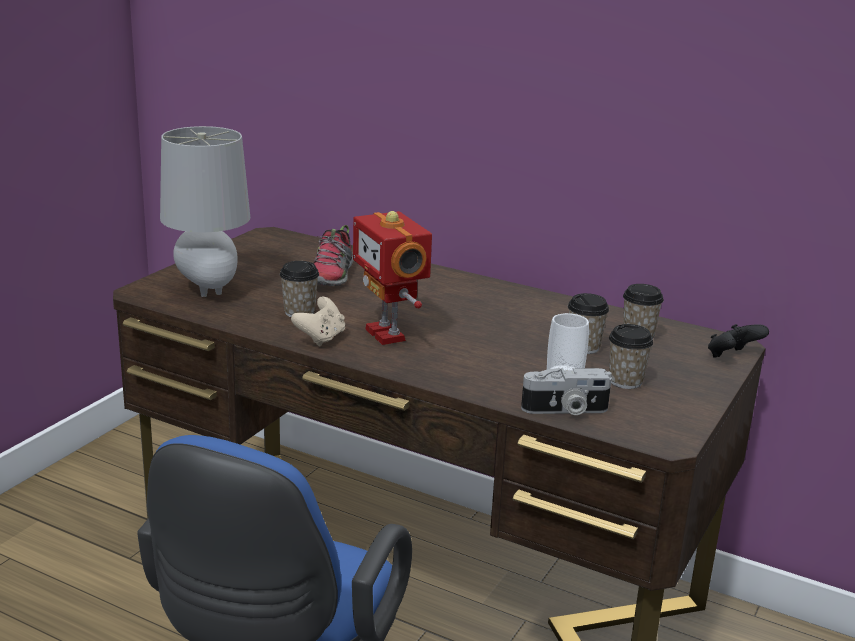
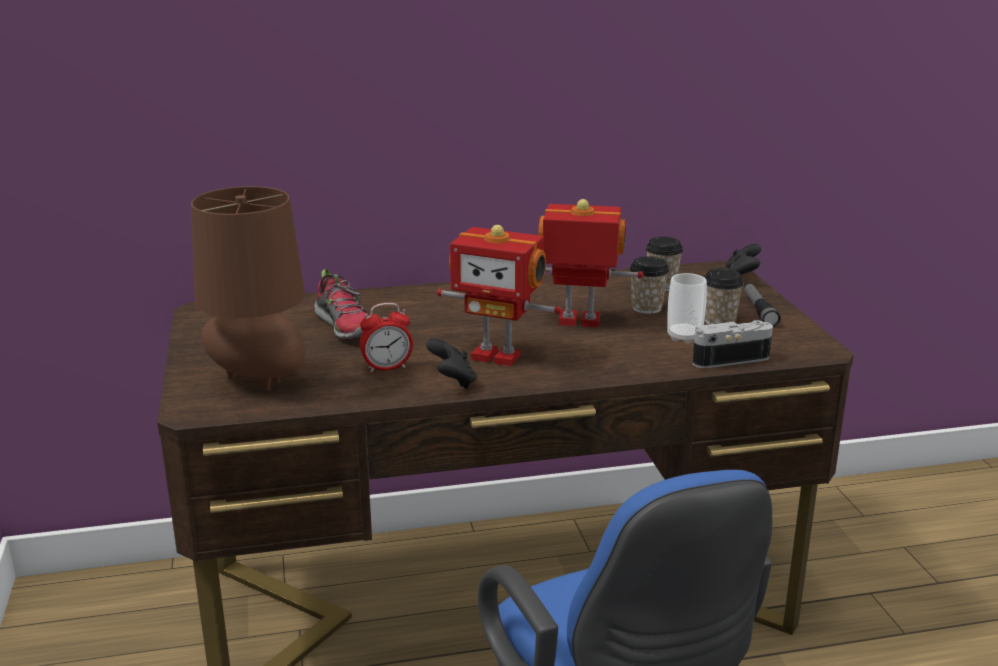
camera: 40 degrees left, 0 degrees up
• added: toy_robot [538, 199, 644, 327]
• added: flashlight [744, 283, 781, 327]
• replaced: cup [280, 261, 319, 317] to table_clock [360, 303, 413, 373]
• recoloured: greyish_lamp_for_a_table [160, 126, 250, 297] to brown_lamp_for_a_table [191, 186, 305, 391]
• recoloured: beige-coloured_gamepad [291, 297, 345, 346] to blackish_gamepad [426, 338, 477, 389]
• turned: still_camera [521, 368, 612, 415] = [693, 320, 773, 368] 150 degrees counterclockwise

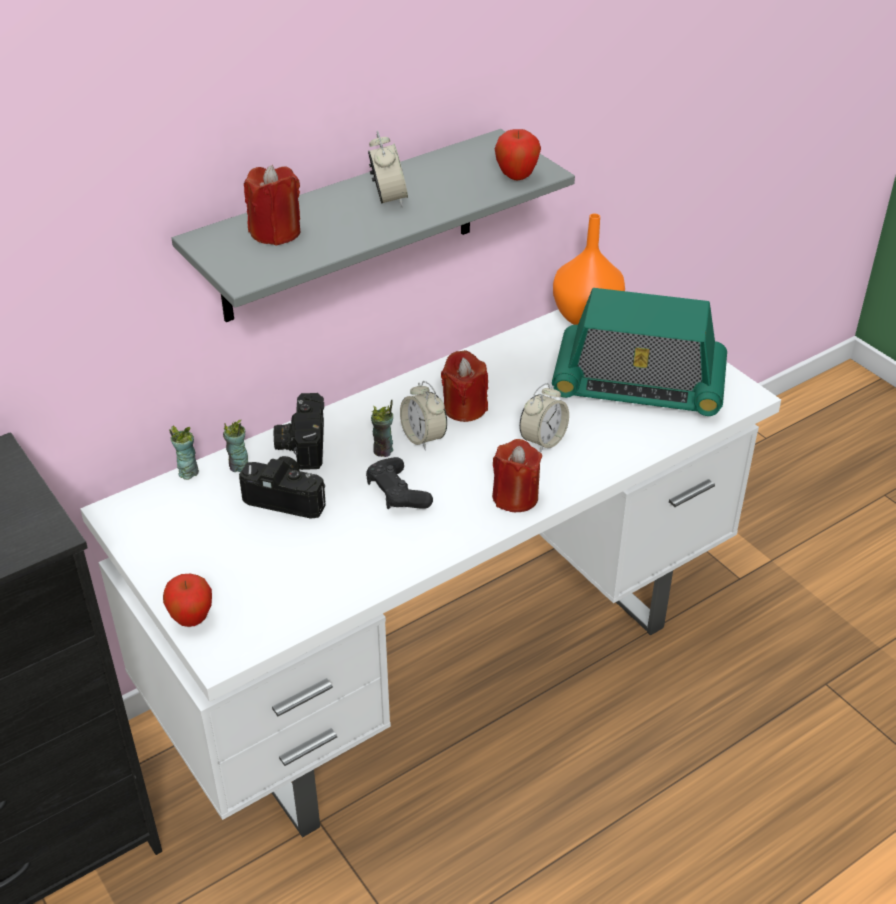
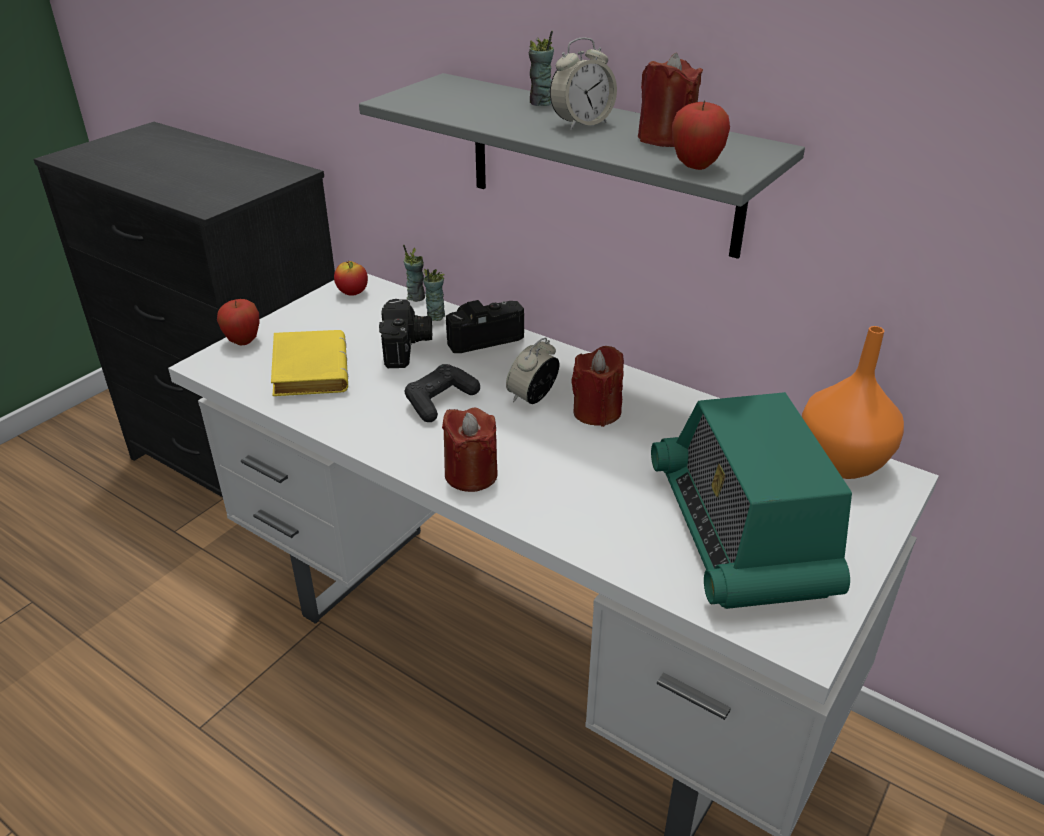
camera: 70 degrees right, 5 degrees down
• removed: table_clock [519, 383, 569, 453]
• added: yellow-coloured_bound_book [271, 330, 348, 396]
• added: apple [334, 261, 368, 296]
• moved: red-coloured_wax_light [244, 165, 300, 246] to [638, 53, 703, 147]
• moved: cup [371, 399, 393, 457] to [529, 31, 554, 106]

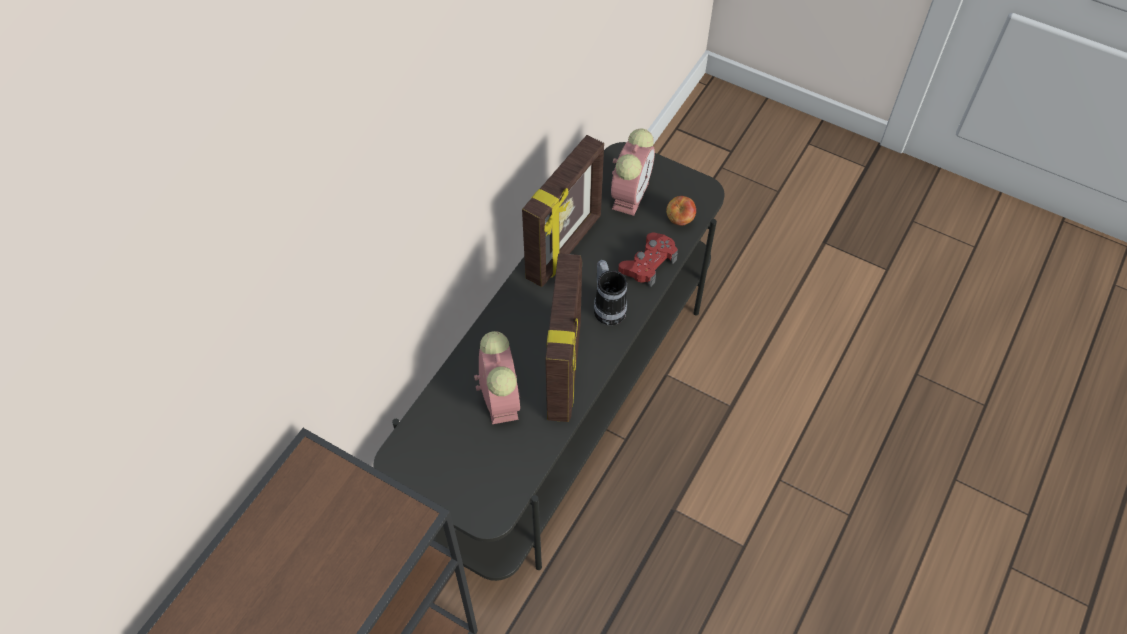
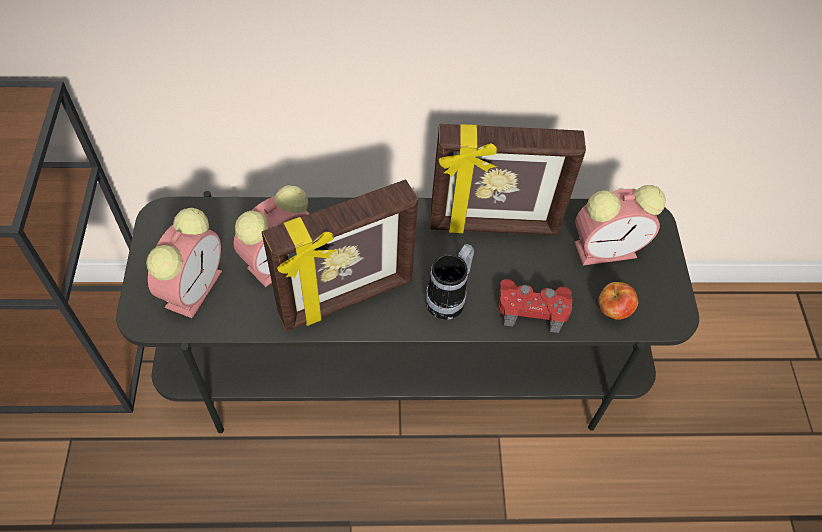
camera: 55 degrees right, 0 degrees up
• added: table_clock [146, 208, 222, 318]

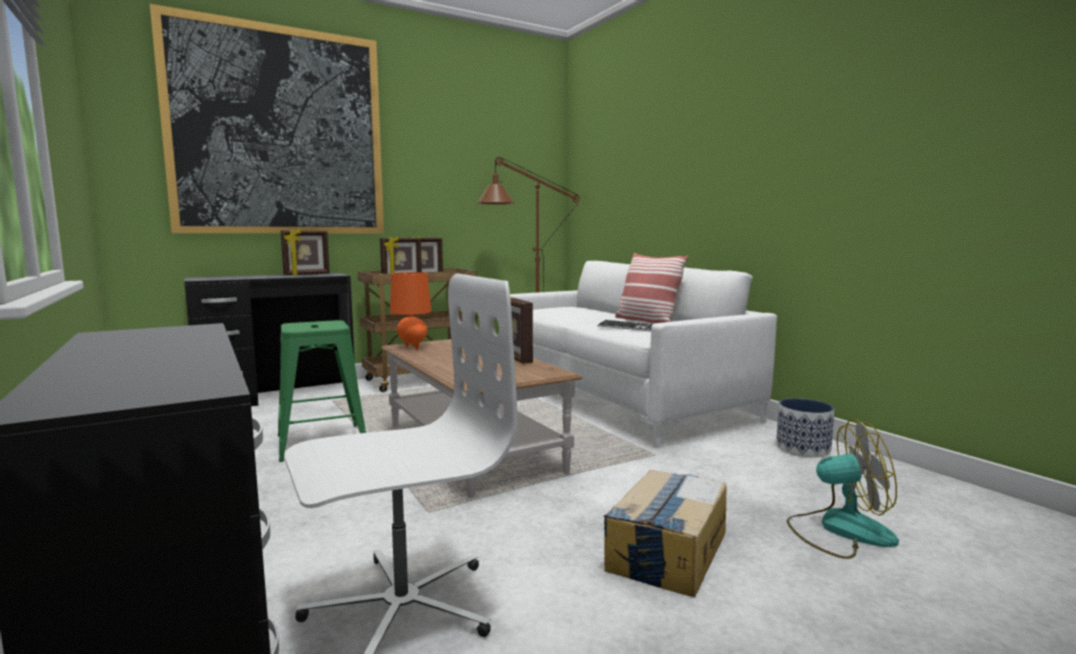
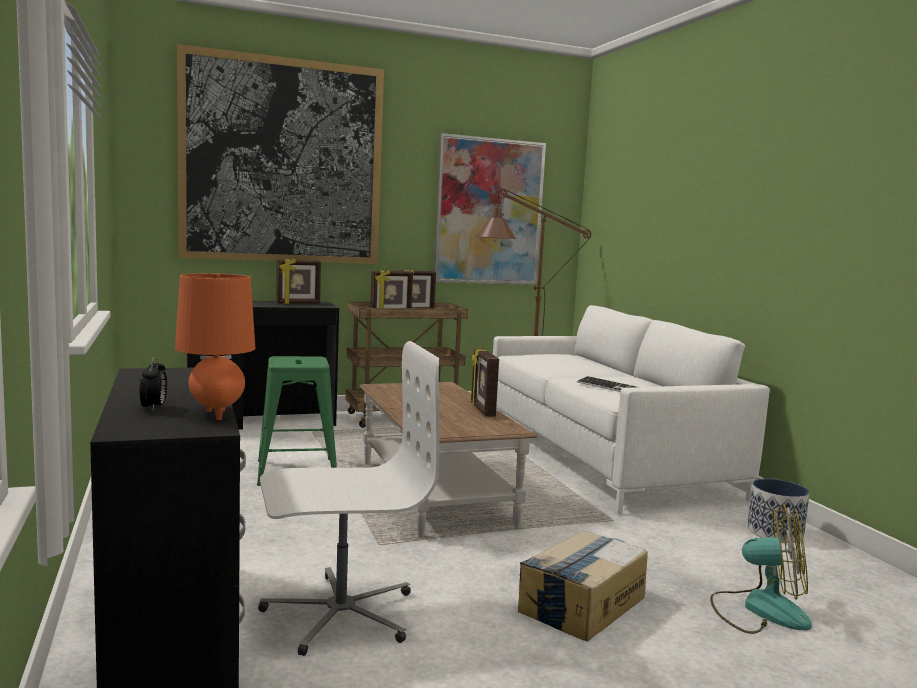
camera: 10 degrees right, 0 degrees up
• removed: cushion [615, 253, 688, 324]
• added: table_clock [140, 357, 167, 410]
• added: wall_picture [434, 133, 546, 285]
• moved: orange-coloured_lamp_for_a_table [390, 272, 432, 350] to [175, 273, 255, 420]

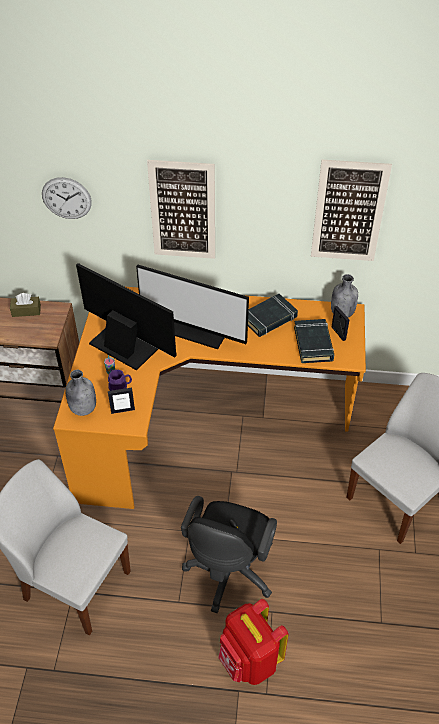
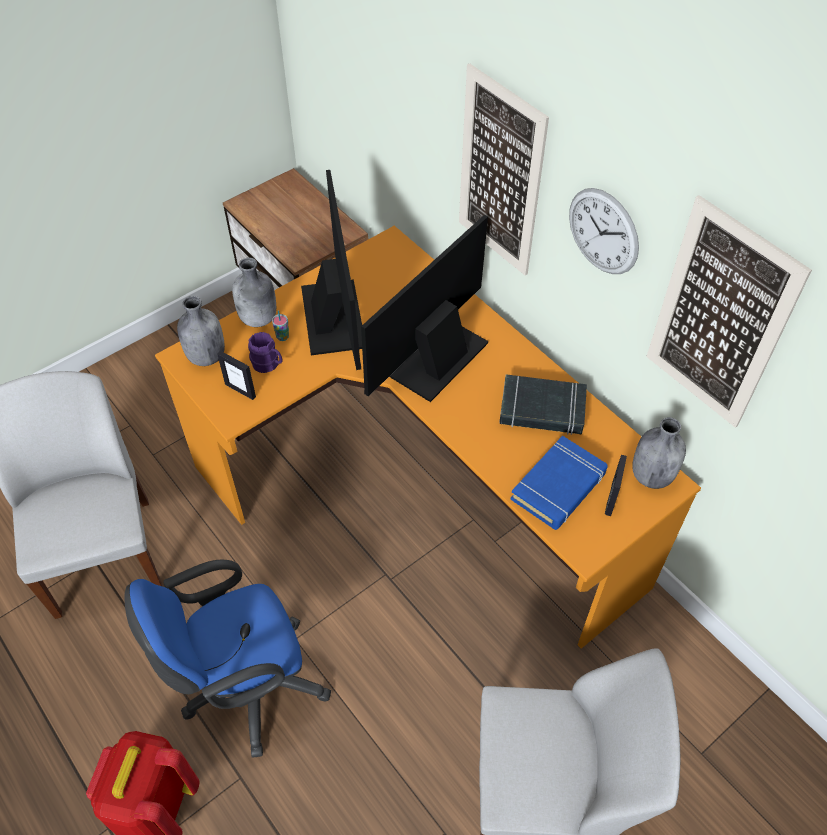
camera: 45 degrees right, 5 degrees up
• removed: brown_tissue_holder [10, 293, 41, 317]
• added: greyish_drink_bottle [232, 257, 276, 327]
• moved: wall_clock [42, 177, 92, 219] to [569, 188, 639, 274]
• recoloured: blackish_desk_chair [181, 496, 277, 613] to bluish_desk_chair [124, 560, 331, 758]
• recoloured: blackish_bound_book [294, 319, 334, 363] to bluish_bound_book [511, 436, 608, 530]
• turned: computer_screen [136, 265, 249, 349] = [361, 215, 488, 402] 60 degrees clockwise

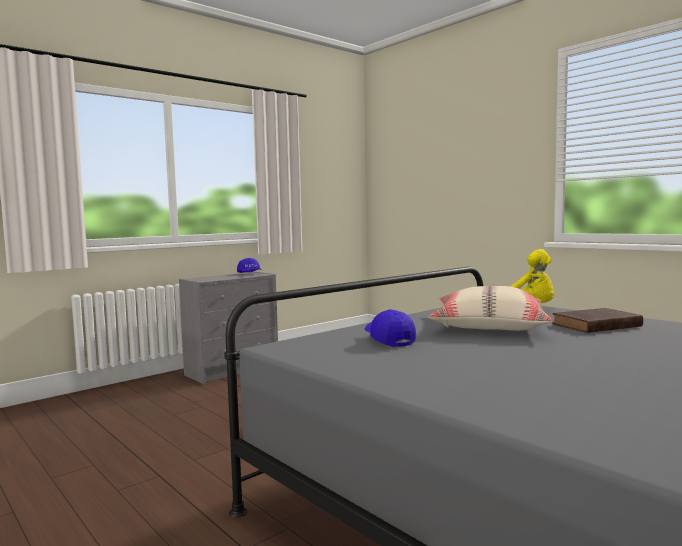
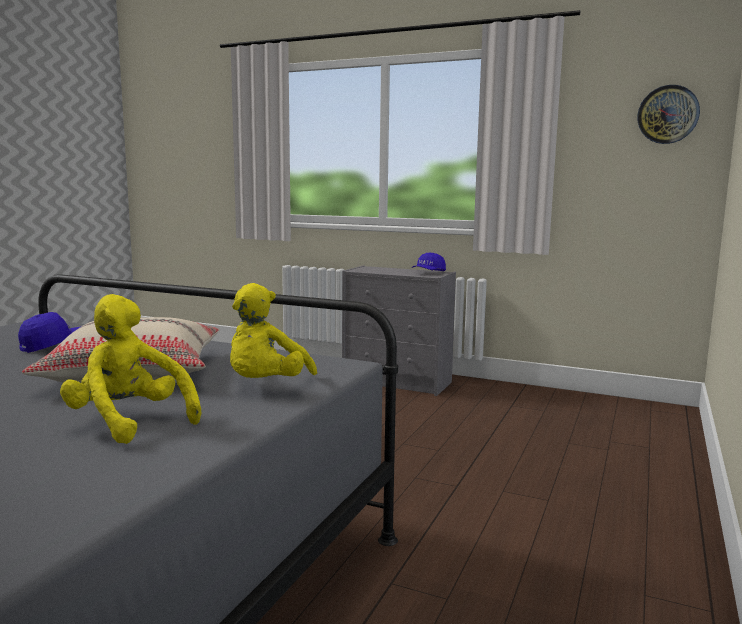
camera: 65 degrees right, 5 degrees up
• added: wall_clock [637, 85, 700, 144]
• replaced: brown_bound_book [552, 308, 643, 333] to yellow-coloured_soft_toy [60, 294, 201, 444]

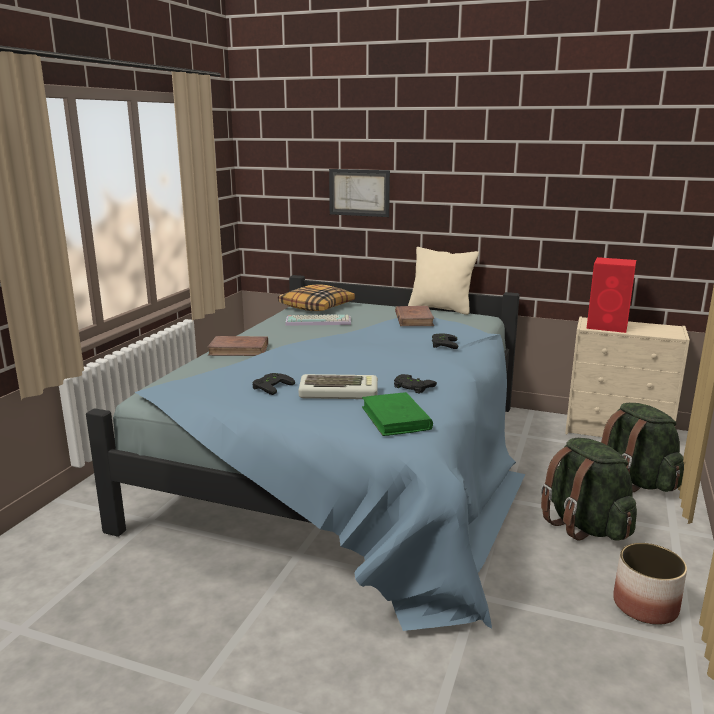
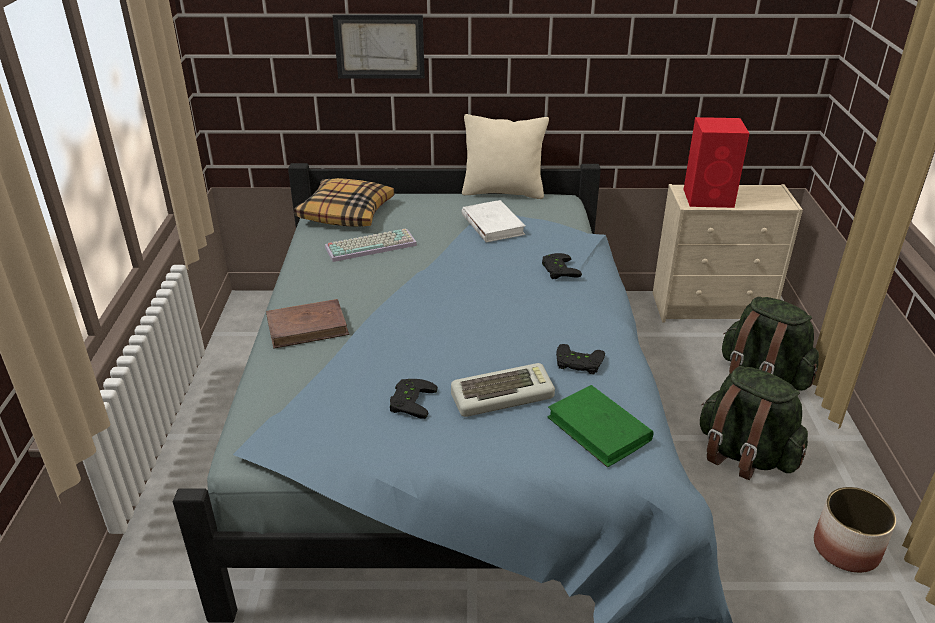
camera: 20 degrees left, 15 degrees up
• recoloured: brown_bound_book [395, 306, 434, 326] to white-coloured_bound_book [462, 200, 525, 242]

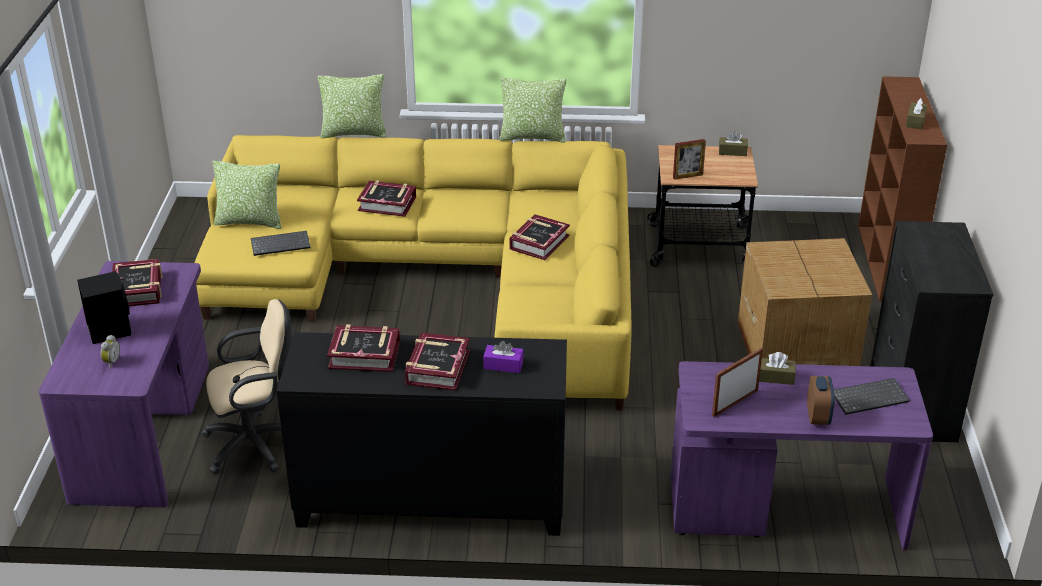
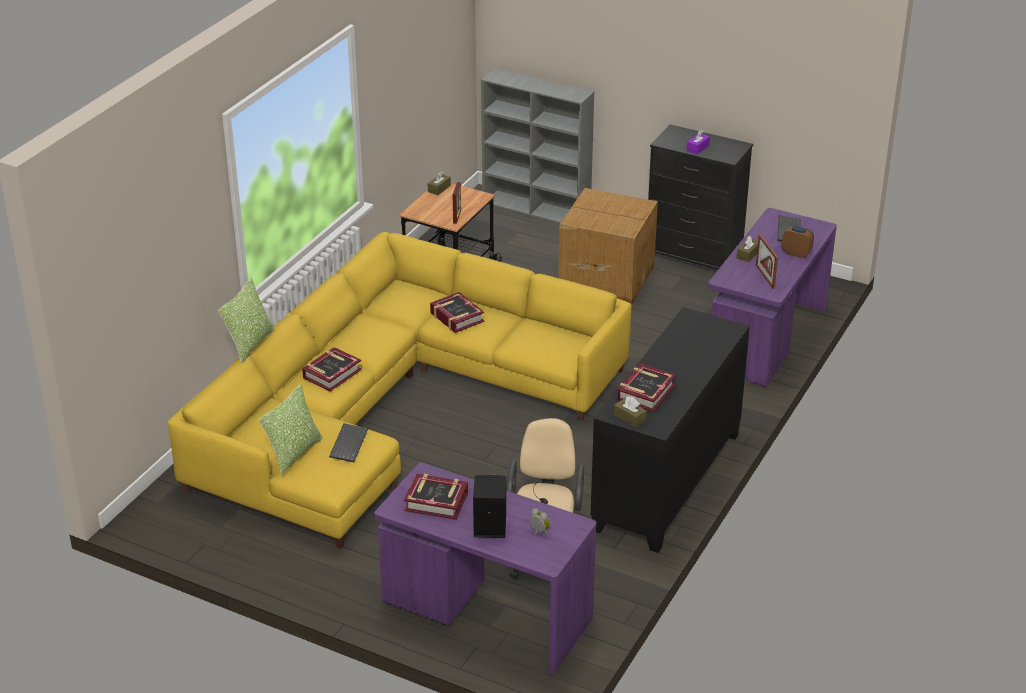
camera: 65 degrees left, 0 degrees up
• removed: bound_book [405, 333, 470, 391]
• removed: cushion [499, 78, 566, 142]
• moved: purple_tissue_holder [483, 341, 524, 373] to [686, 130, 710, 154]
• moved: brown_tissue_holder [906, 98, 927, 129] to [614, 397, 647, 427]
• recoloured: brown_bookshelf [858, 76, 947, 302] to greyish_bookshelf [481, 69, 594, 223]

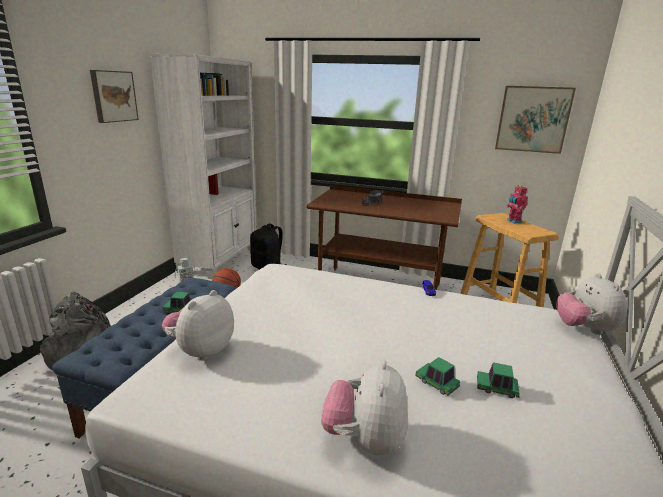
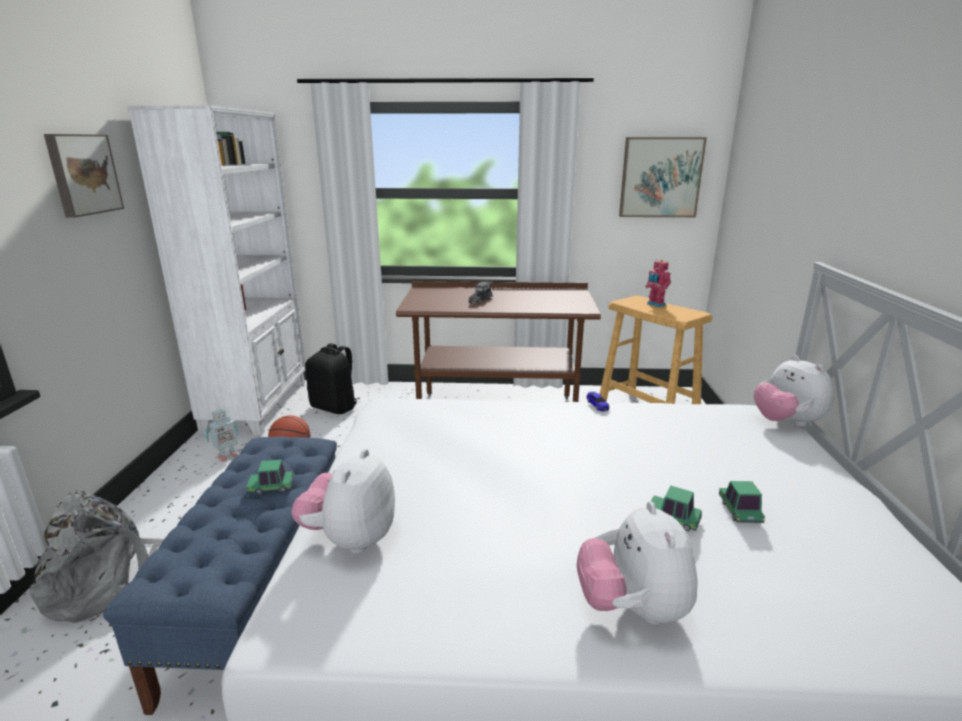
camera: 15 degrees left, 0 degrees up
• turned: model_car [477, 362, 520, 398] = [719, 481, 765, 523] 90 degrees clockwise

